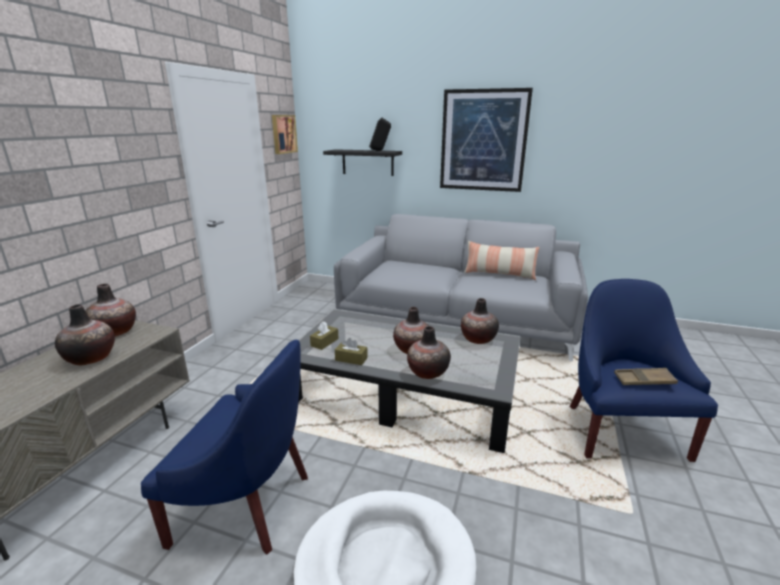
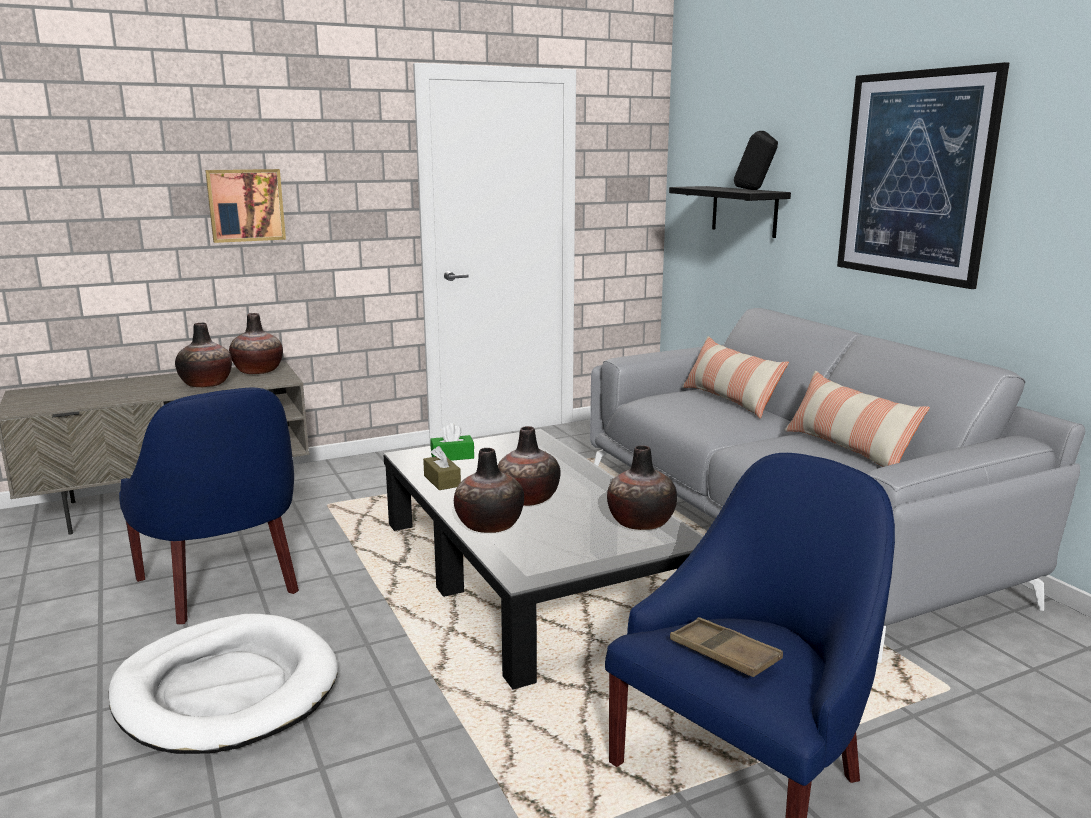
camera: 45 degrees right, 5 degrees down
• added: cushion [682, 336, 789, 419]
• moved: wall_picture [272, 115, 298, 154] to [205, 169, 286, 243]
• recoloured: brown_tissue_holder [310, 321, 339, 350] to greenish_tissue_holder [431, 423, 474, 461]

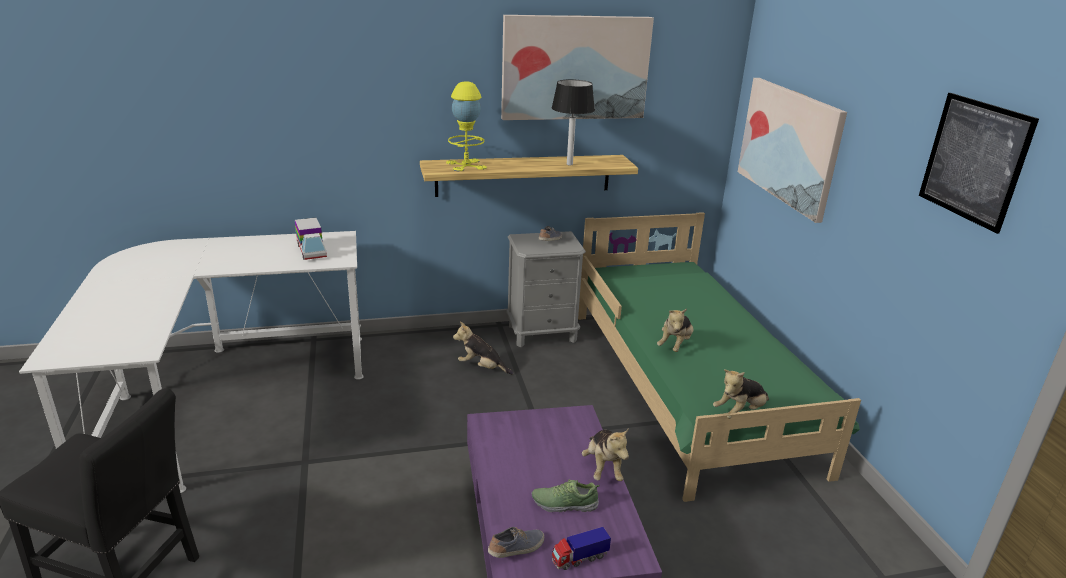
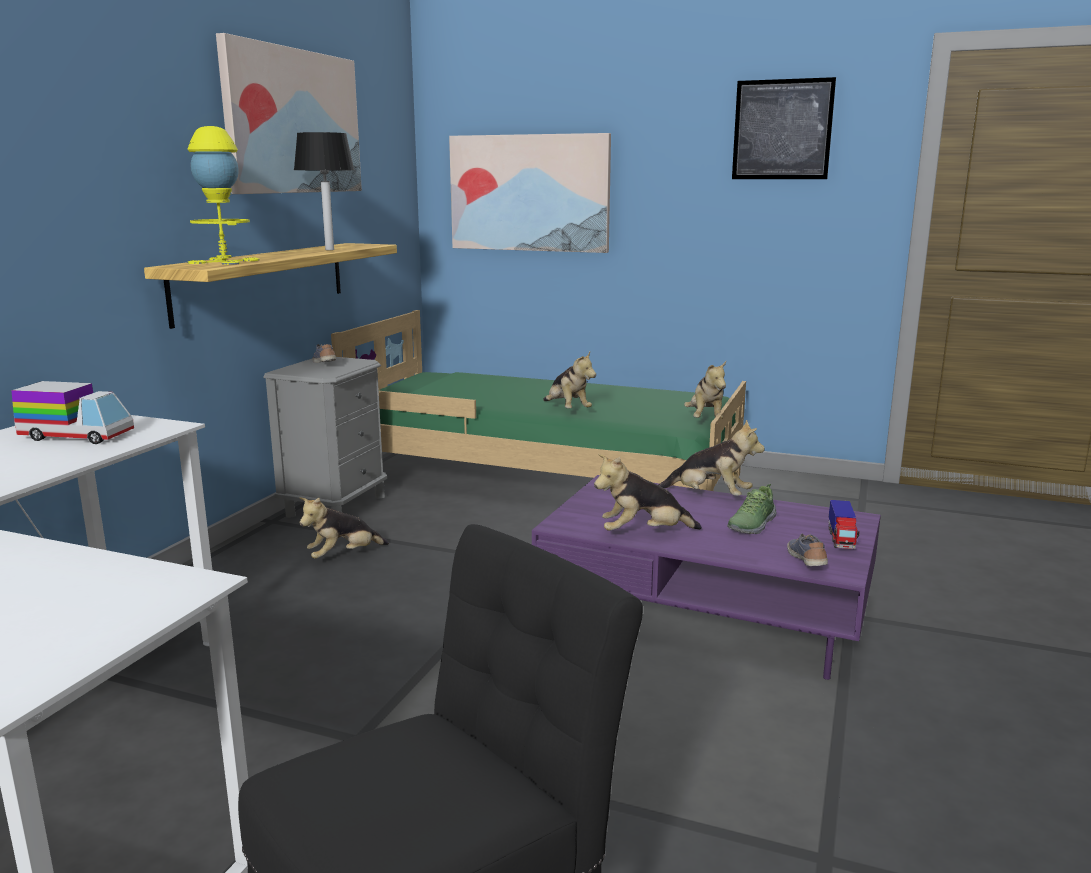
camera: 55 degrees left, 10 degrees down
• added: soft_toy [594, 454, 702, 531]

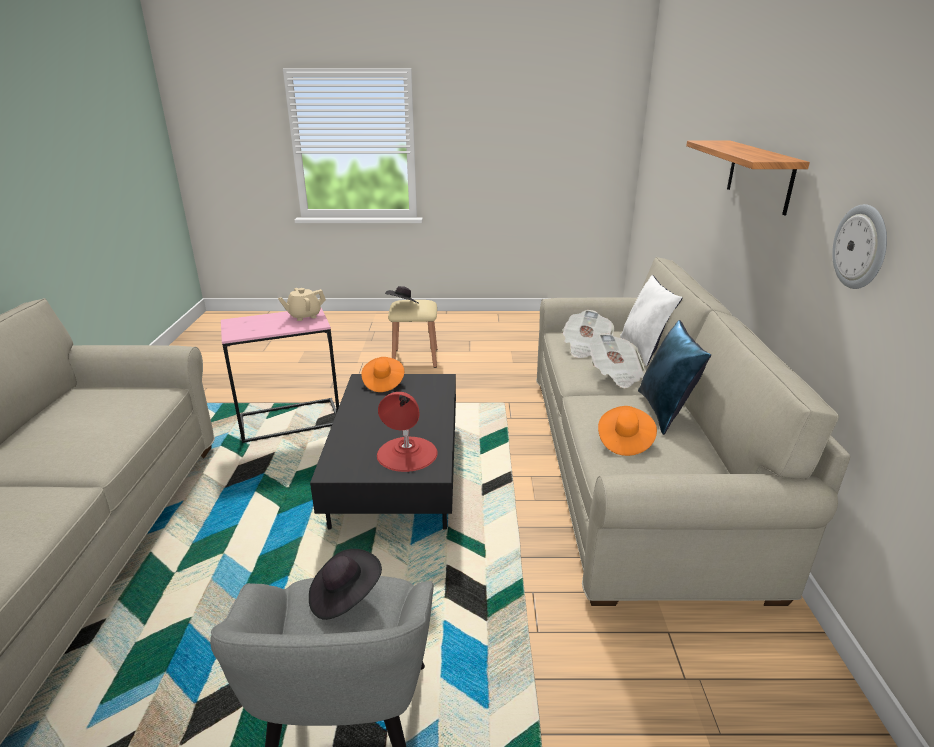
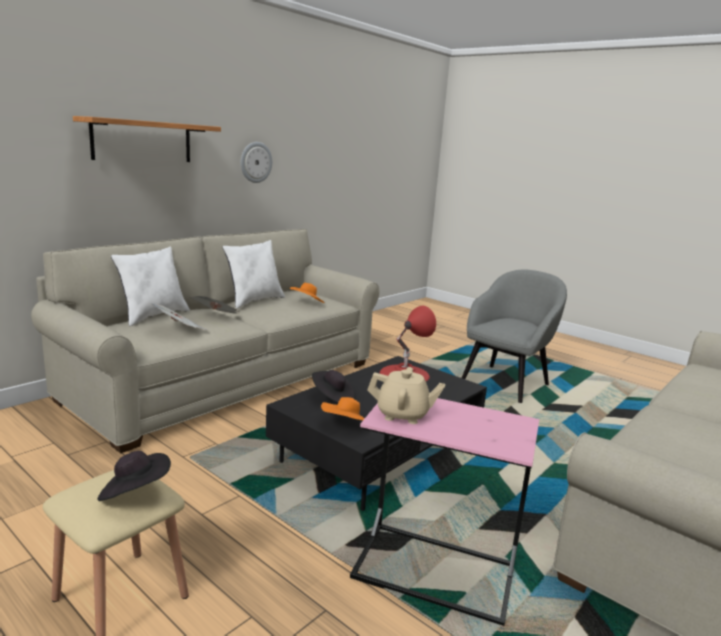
camera: 140 degrees left, 10 degrees down
• moved: blackish_wearable_hat [309, 549, 382, 620] to [312, 370, 355, 403]
• recoloured: bluish_cushion [638, 320, 711, 435] to white-coloured_cushion [223, 240, 285, 309]

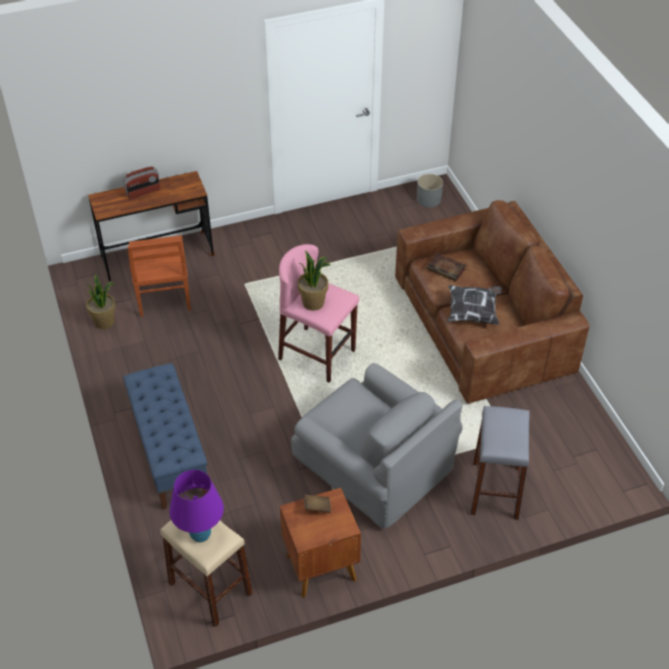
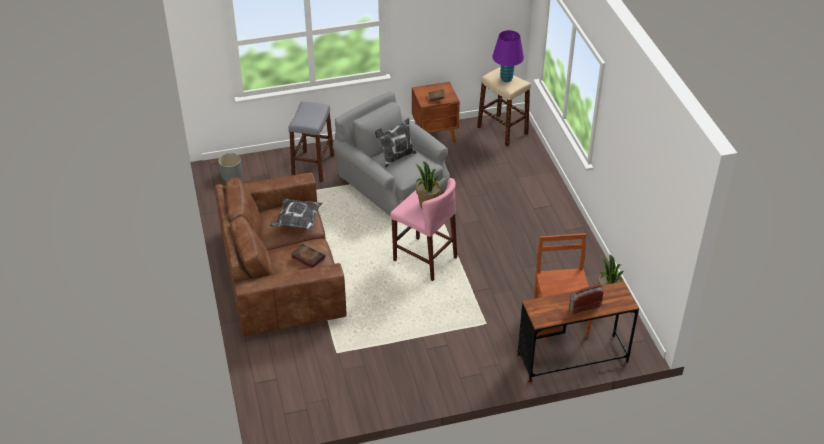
camera: 175 degrees left, 5 degrees down
• removed: bluish_bench [123, 363, 209, 510]
• added: cushion [375, 118, 417, 168]
• moved: greyish_flower_pot [417, 174, 443, 208] to [219, 153, 242, 181]

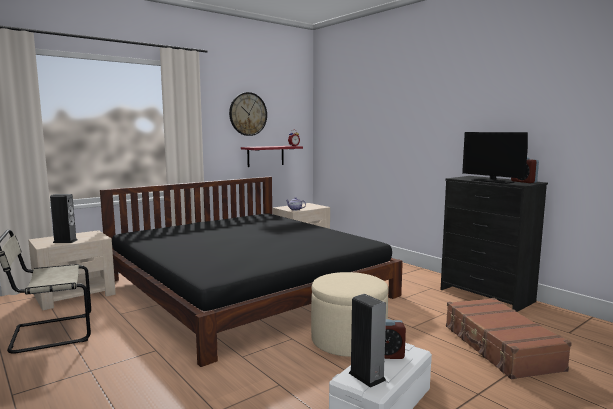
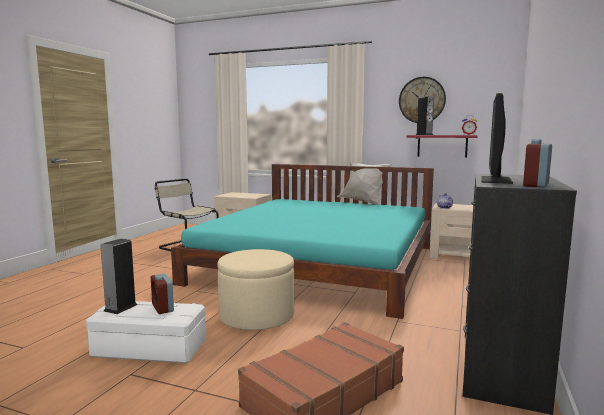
camera: 60 degrees right, 0 degrees up
• added: white-coloured_cushion [337, 161, 392, 205]
• moved: speaker [50, 194, 78, 243] to [416, 96, 434, 135]
• recoloured: blackish_bed [100, 177, 403, 367] to blue-green_bed [171, 164, 434, 319]

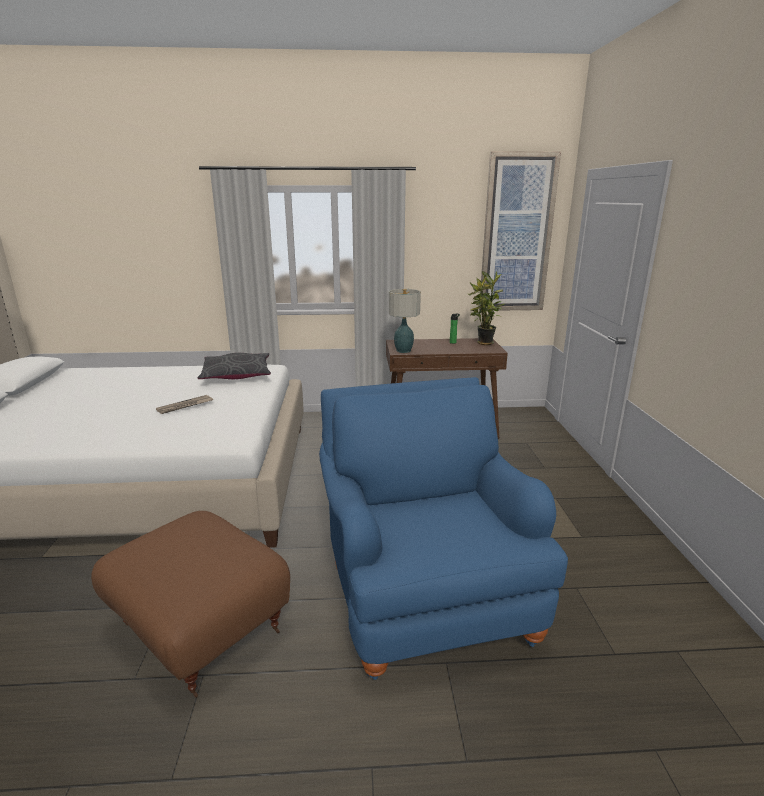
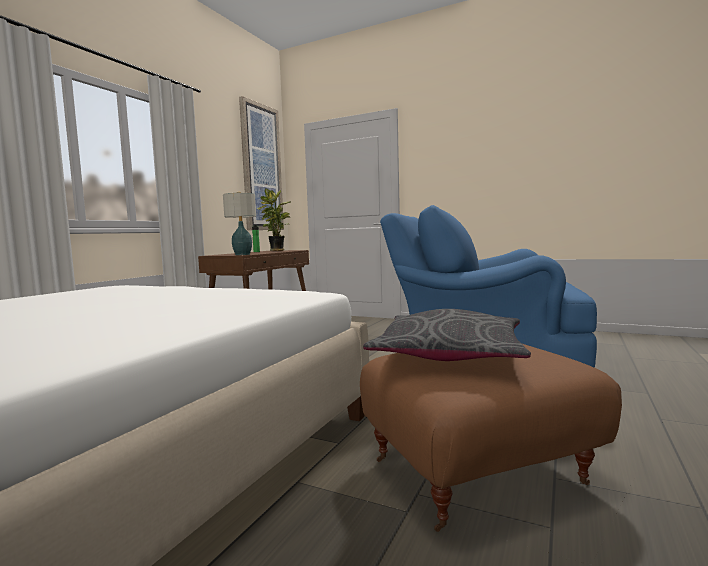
camera: 60 degrees left, 15 degrees down
• removed: newspaper [156, 395, 213, 414]
• moved: greyish_cushion [197, 353, 271, 379] to [363, 309, 531, 361]

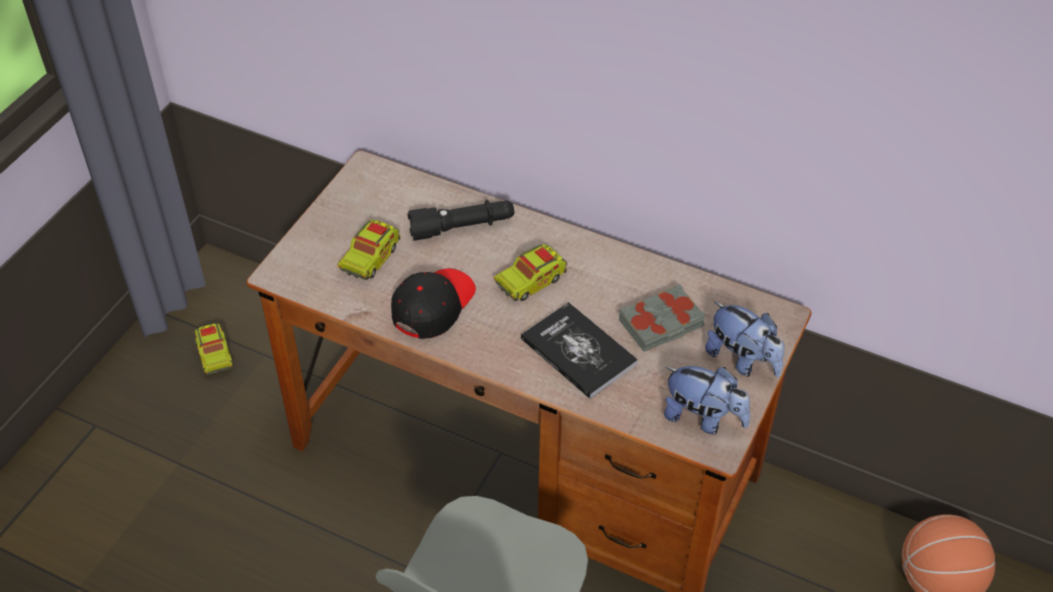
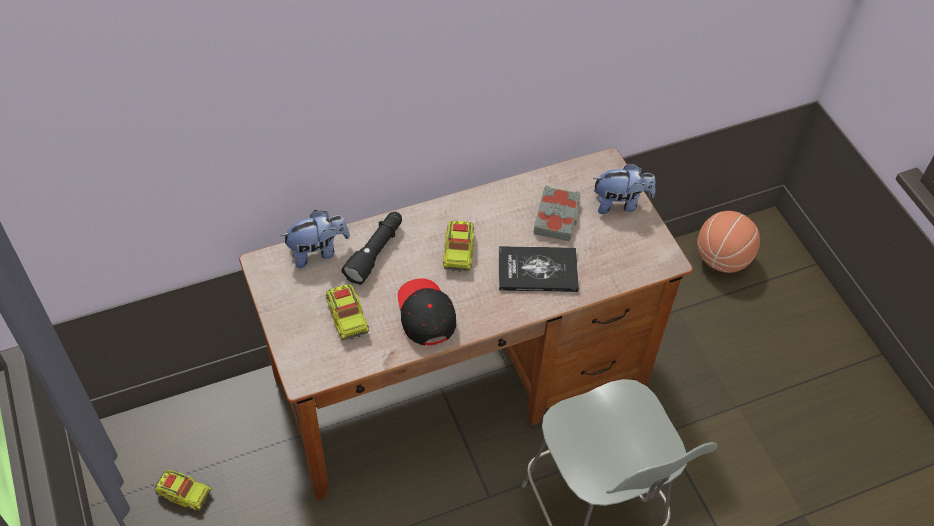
camera: 50 degrees left, 5 degrees up
• moved: soft_toy [664, 366, 750, 434] to [281, 210, 350, 268]

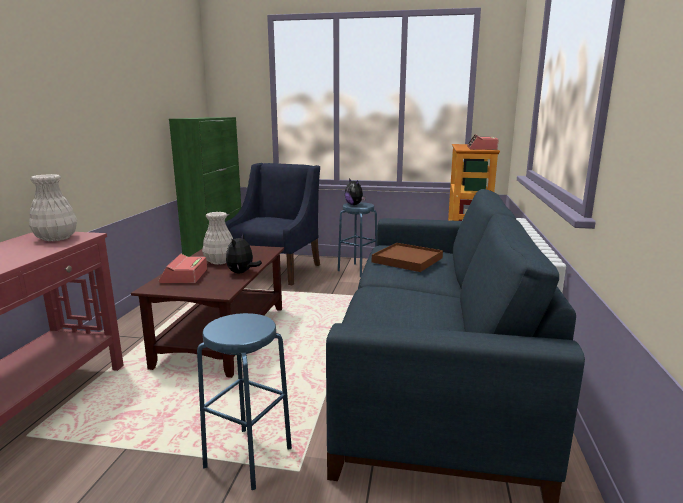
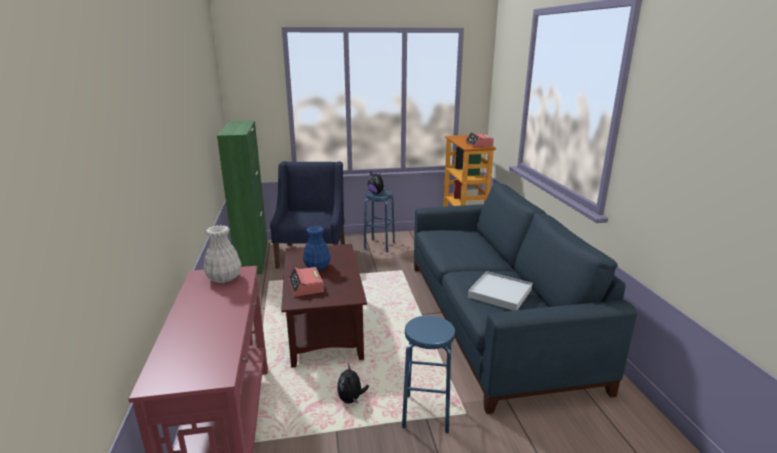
camera: 20 degrees left, 5 degrees up
• removed: brown_carrying_tray [372, 243, 443, 272]
• added: white-coloured_carrying_tray [468, 271, 532, 311]
• moved: soft_toy [226, 234, 262, 273] to [337, 363, 369, 404]
• recoloured: white-coloured_decorative_vase [202, 212, 233, 265] to bluish_decorative_vase [303, 226, 331, 270]

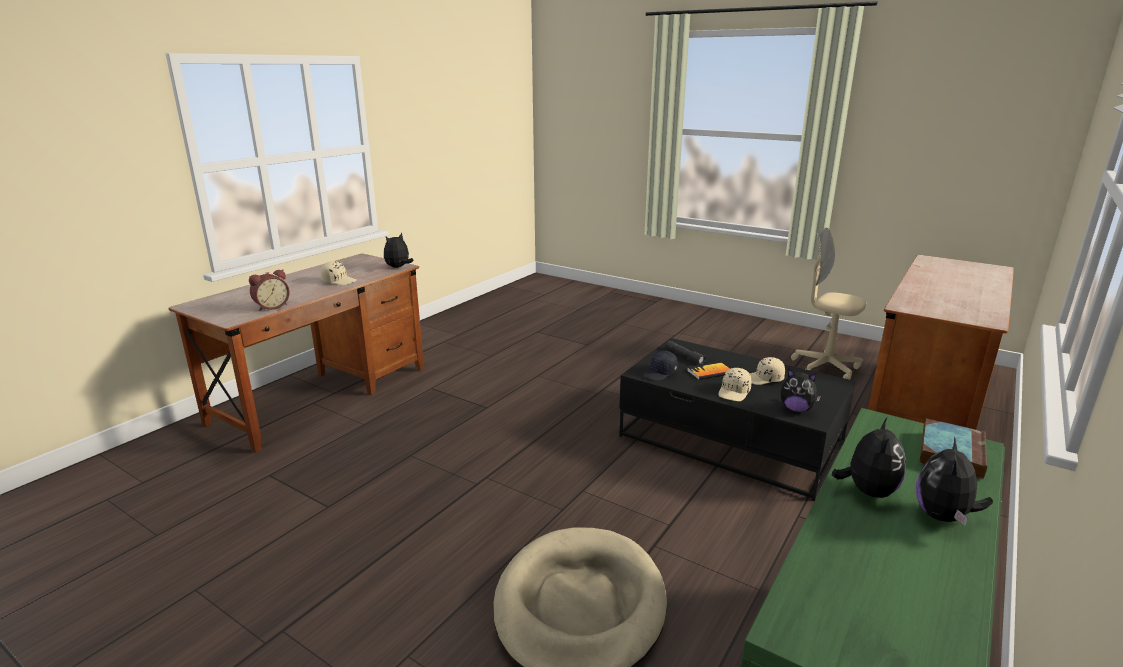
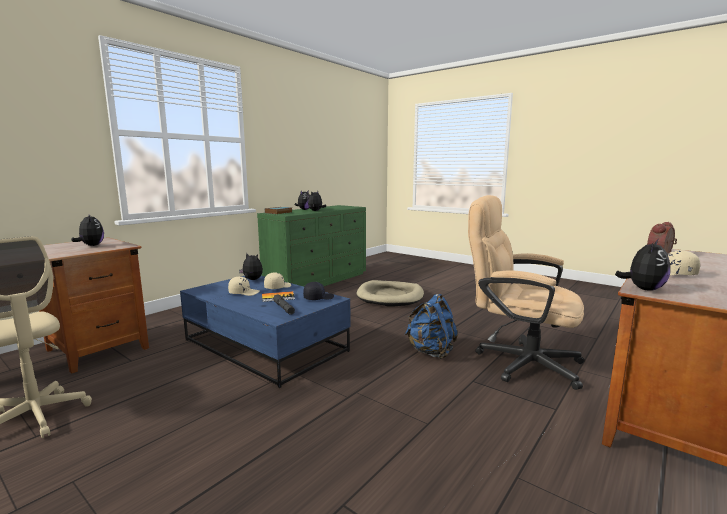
camera: 175 degrees left, 10 degrees down
• added: soft_toy [71, 213, 104, 246]
• added: bluish_knapsack [405, 294, 458, 359]
• added: beige-coloured_desk_chair [468, 195, 585, 390]
• recoloured: blackish_coffee_table [619, 338, 856, 501] to bluish_coffee_table [180, 276, 351, 388]

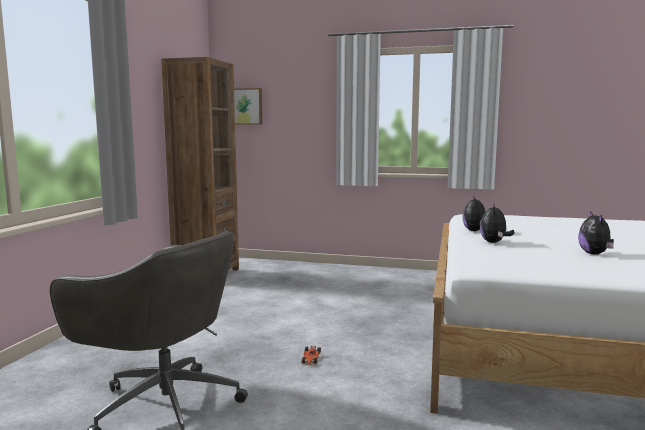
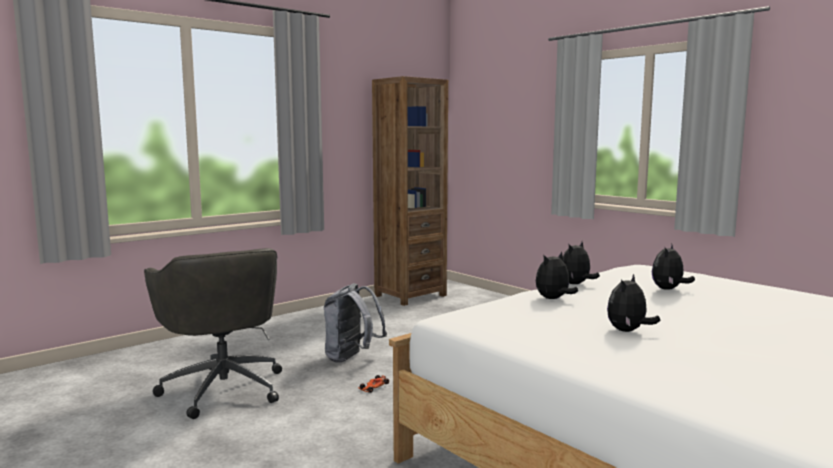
camera: 35 degrees right, 0 degrees up
• removed: wall_picture [234, 88, 262, 125]
• added: greyish_knapsack [324, 283, 387, 363]
• added: soft_toy [652, 244, 695, 290]

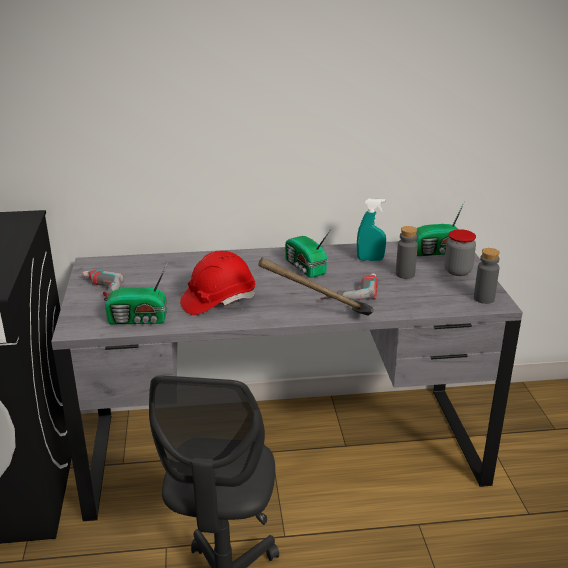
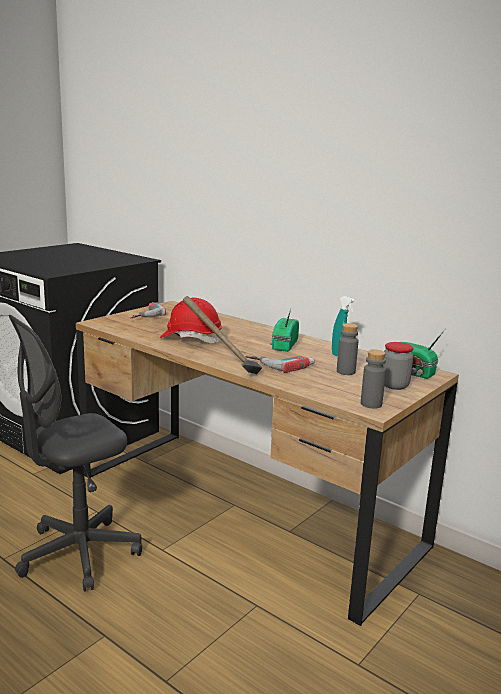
camera: 45 degrees right, 10 degrees down
• removed: radio_set [105, 264, 167, 324]
• recoloured: greyish_desk [51, 241, 523, 521] to brown_desk [76, 301, 459, 626]

